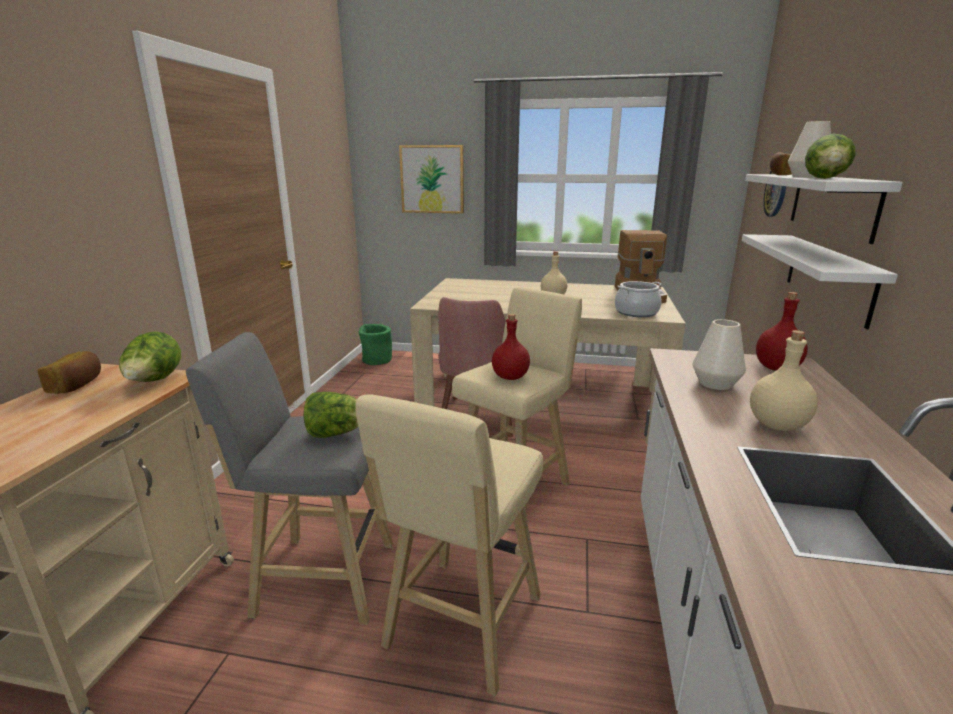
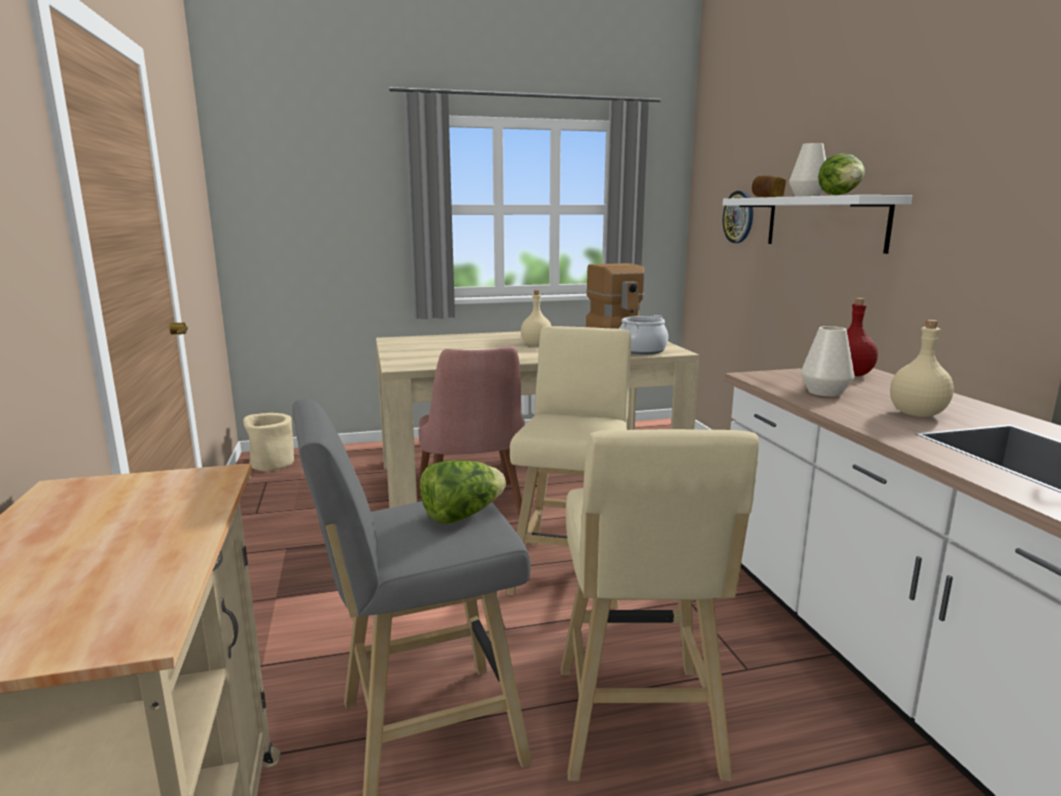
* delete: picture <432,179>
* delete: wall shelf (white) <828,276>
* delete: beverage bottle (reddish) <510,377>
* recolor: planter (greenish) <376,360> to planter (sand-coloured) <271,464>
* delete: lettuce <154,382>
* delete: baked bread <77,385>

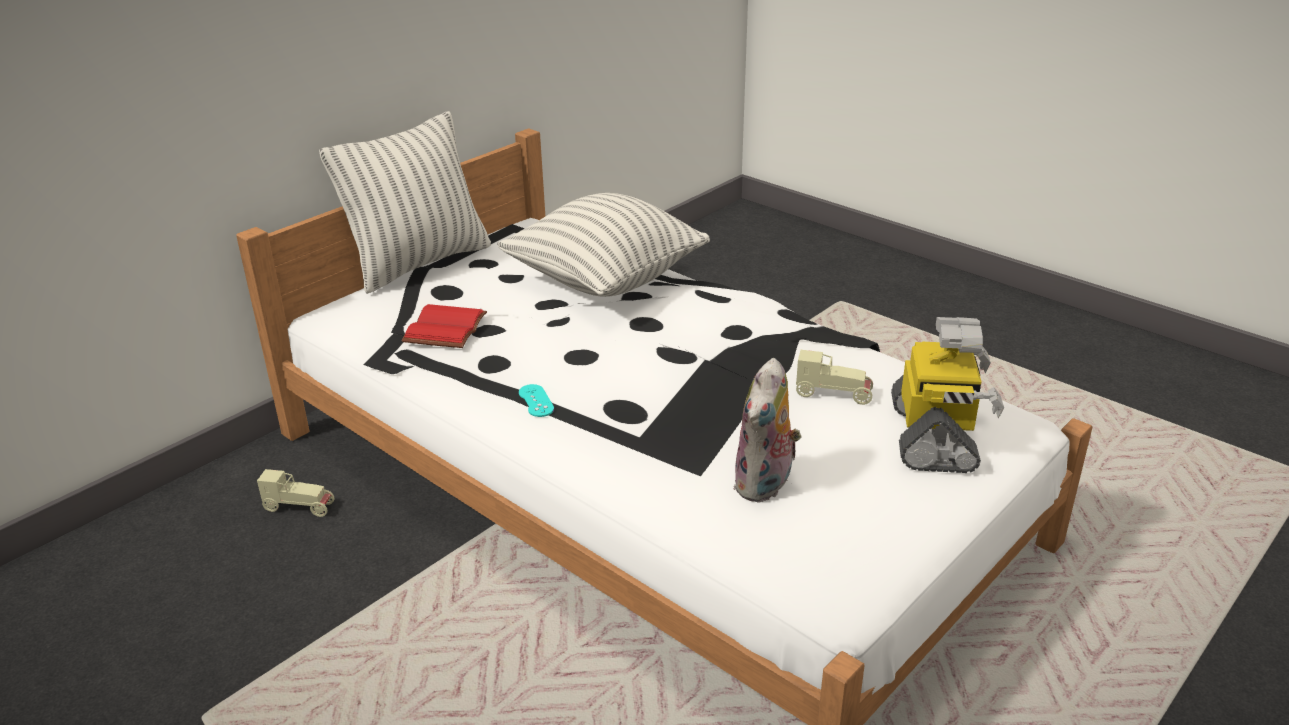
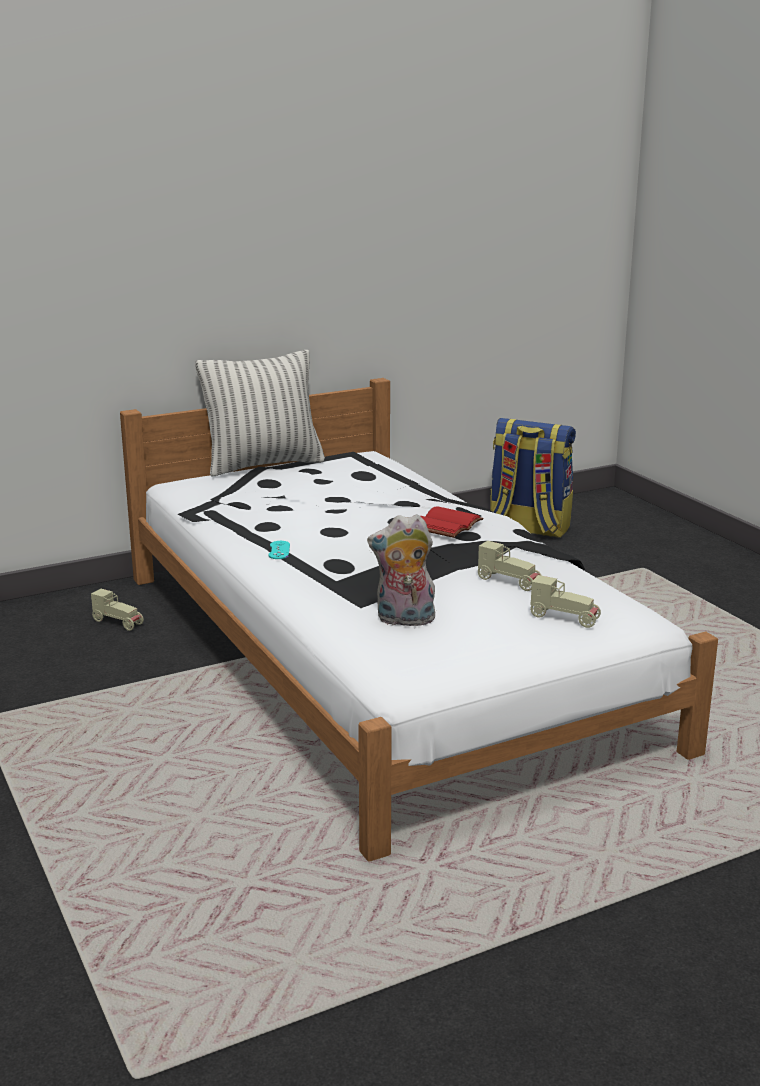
* delete: pillow <605,280>
* move: book (reddish) <447,330> to <447,526>
* replace: toy robot <935,438> to model car (sand-coloured) <565,618>
* rotate: cuddly toy <765,485> = <404,620> 45 degrees clockwise
* insert: rucksack <528,528>

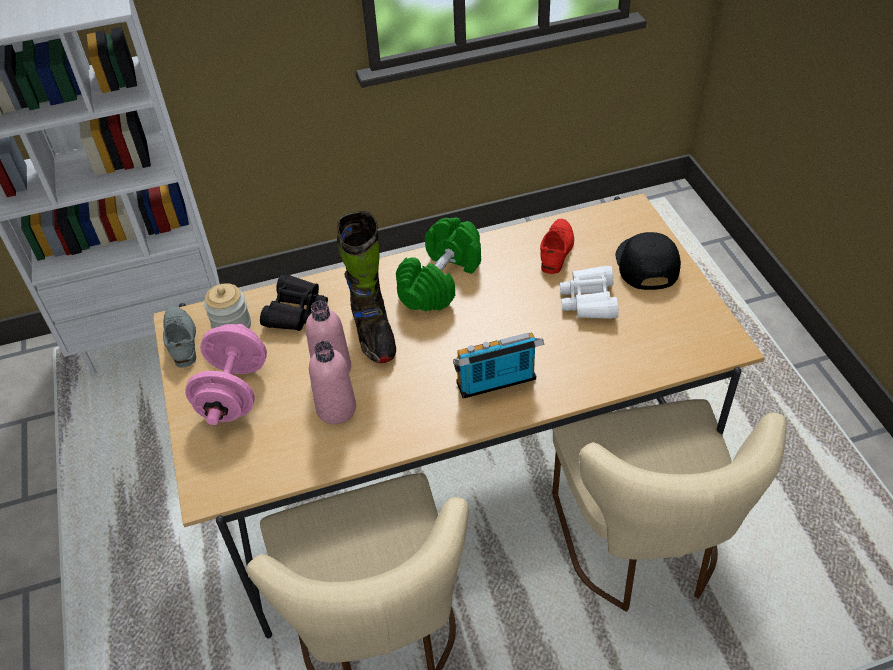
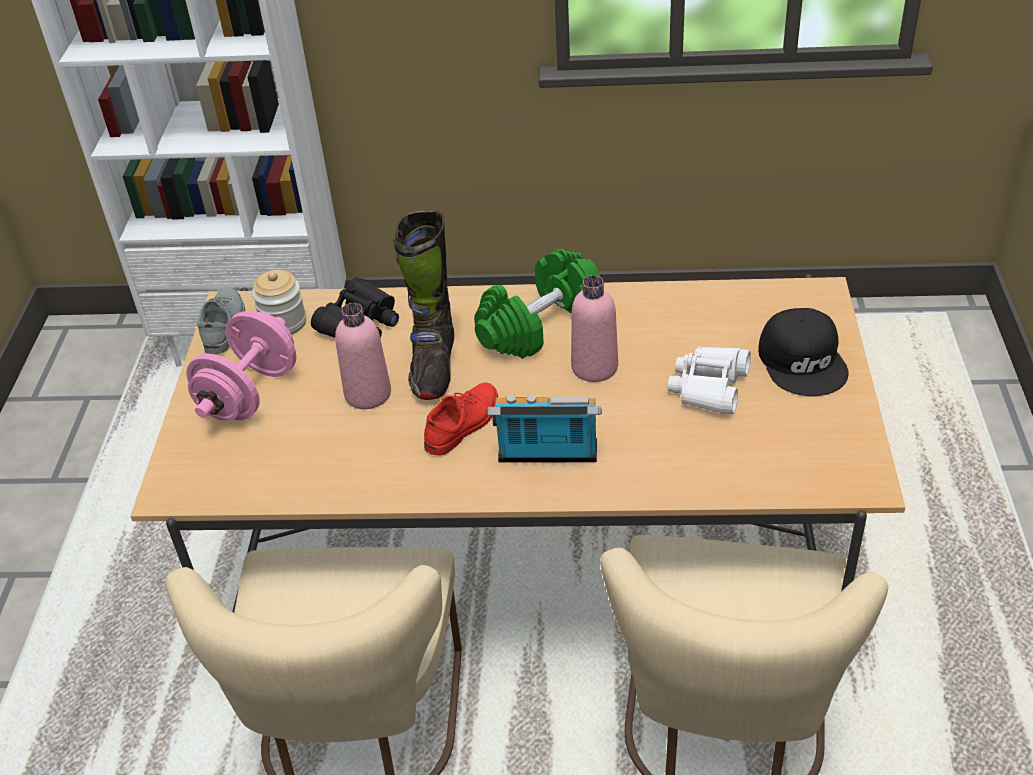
* move: low shoe (reddish) <556,250> to <463,424>
* rotate: baseball cap (blackish) <645,264> = <804,361> 150 degrees clockwise
* move: beverage bottle (pinkish) <336,409> to <594,367>

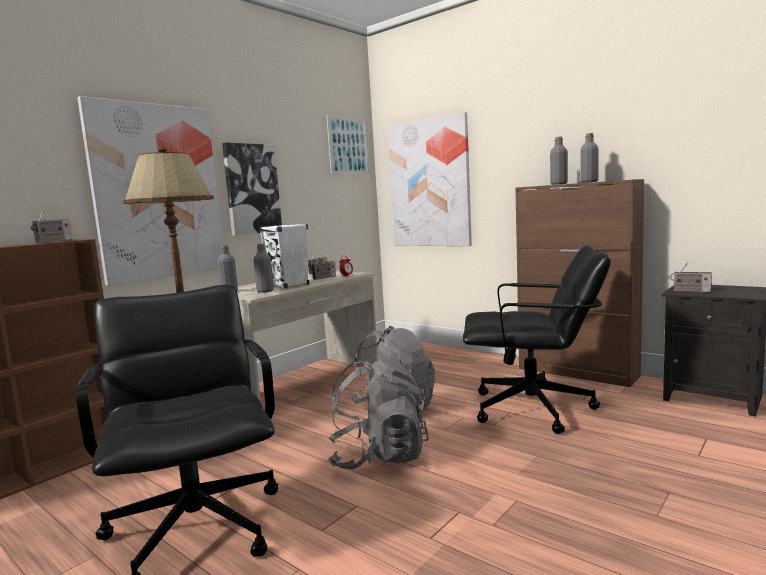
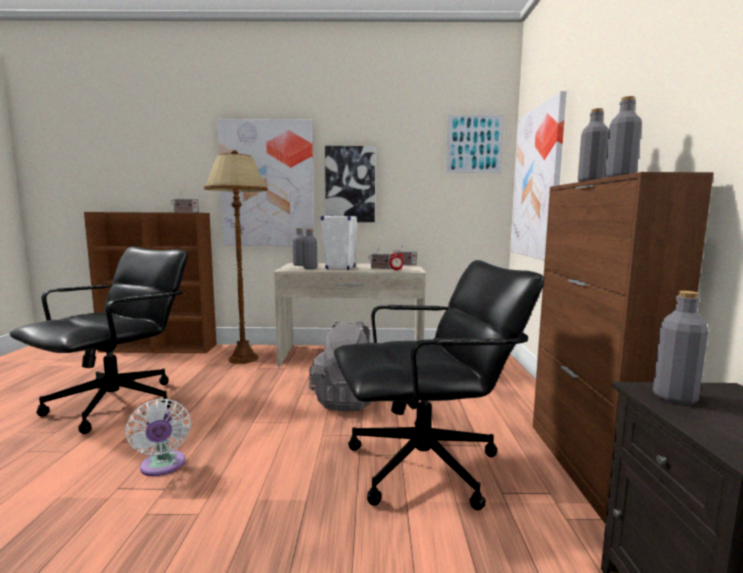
* rotate: office chair (blackish) <533,409> = <425,467> 75 degrees counterclockwise
* replace: radio set <690,291> to beverage bottle (greyish) <674,398>
* delete: rucksack (greyish) <378,456>
* insert: electric fan (white) <162,467>

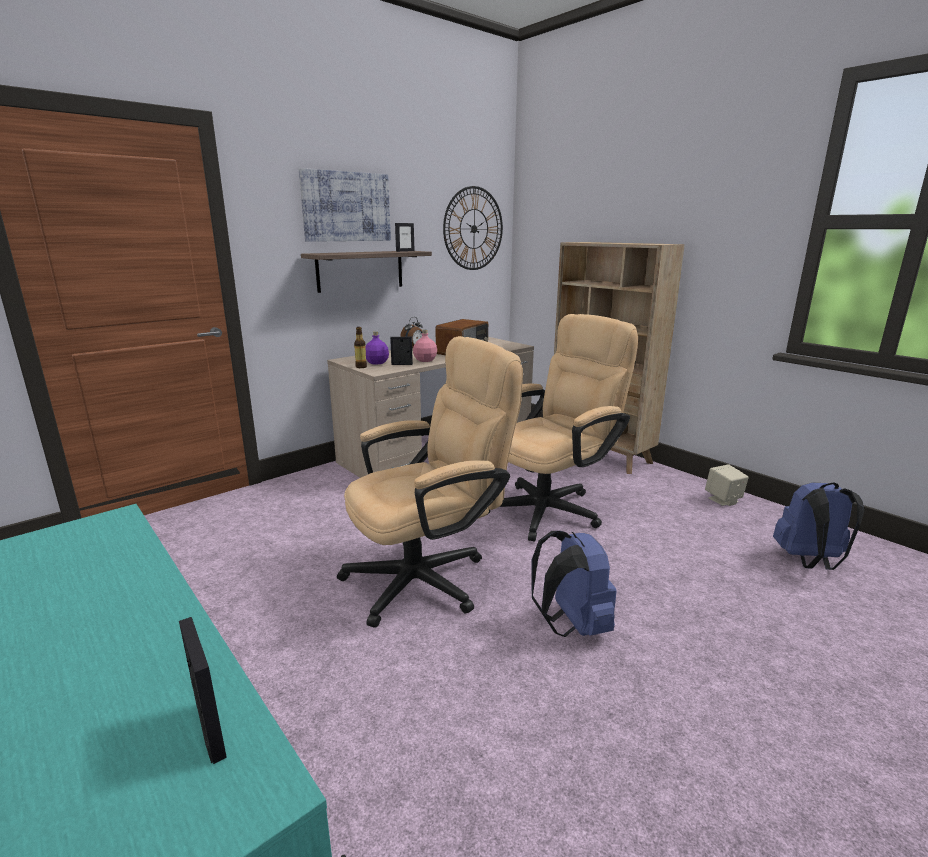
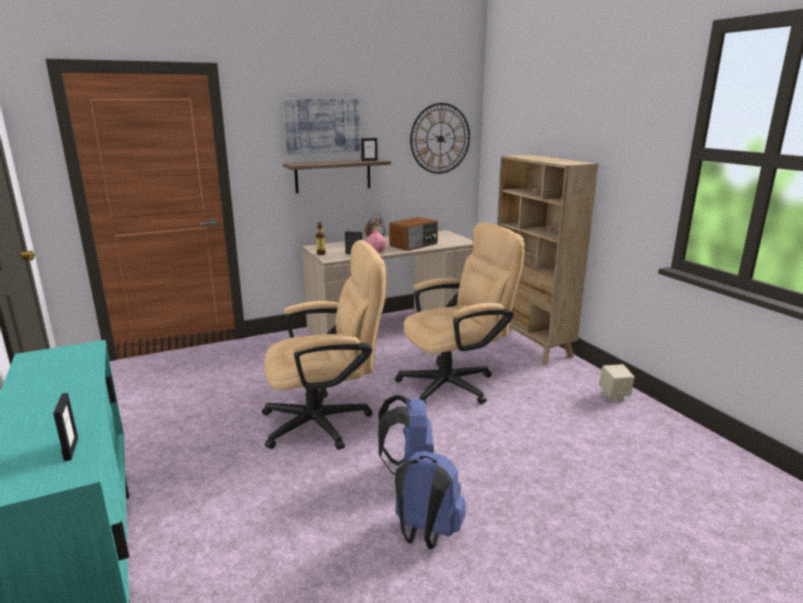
* delete: beverage bottle (purple-coloured) <377,362>
* move: rucksack (blue) <809,561> to <426,534>

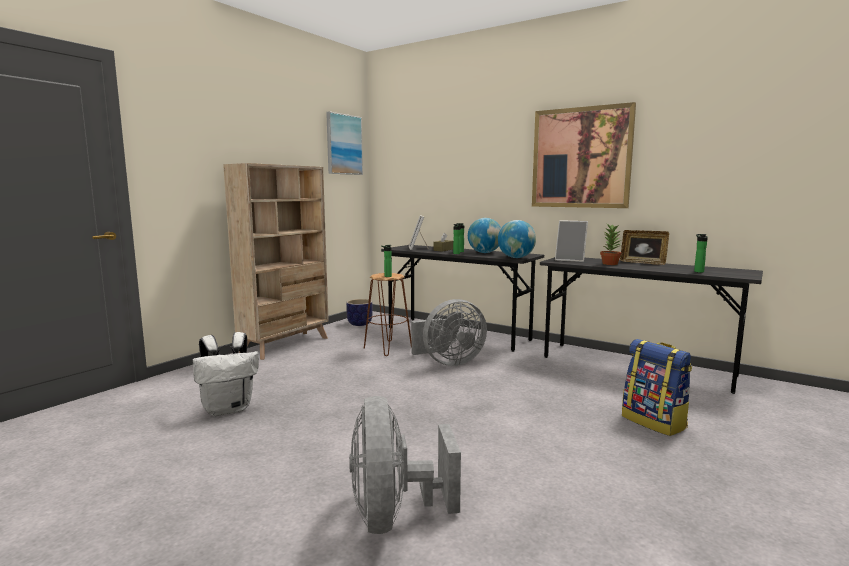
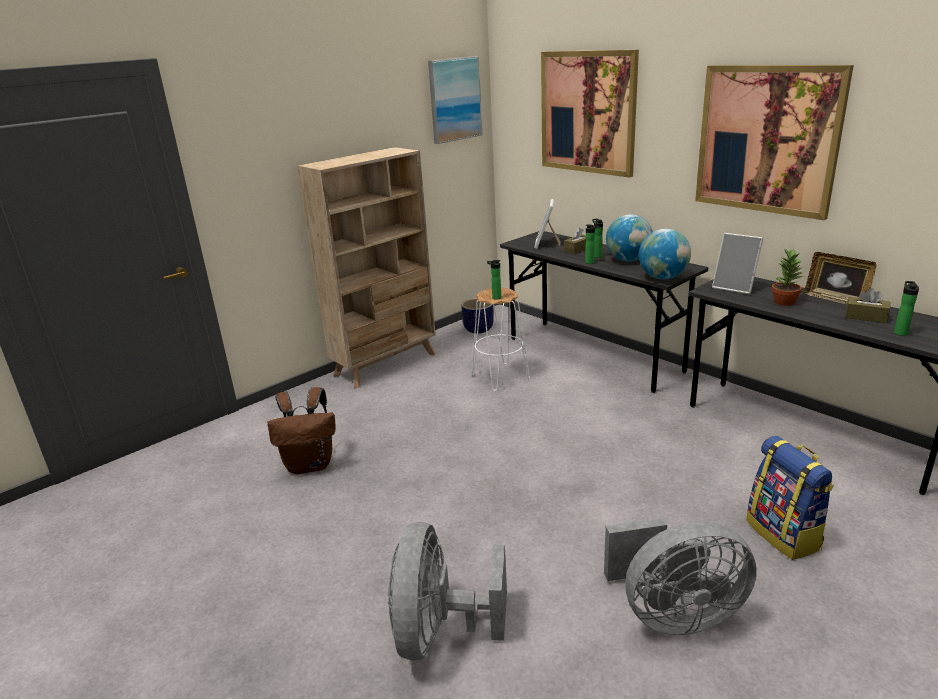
* recolor: stool (brownish) <387,348> to stool (white) <500,377>
* move: electric fan (greyish) <448,362> to <673,614>
* recolor: rucksack (white) <229,409> to rucksack (brownish) <311,464>
* insert: picture <587,112>
* insert: tissue holder (brownish) <866,317>

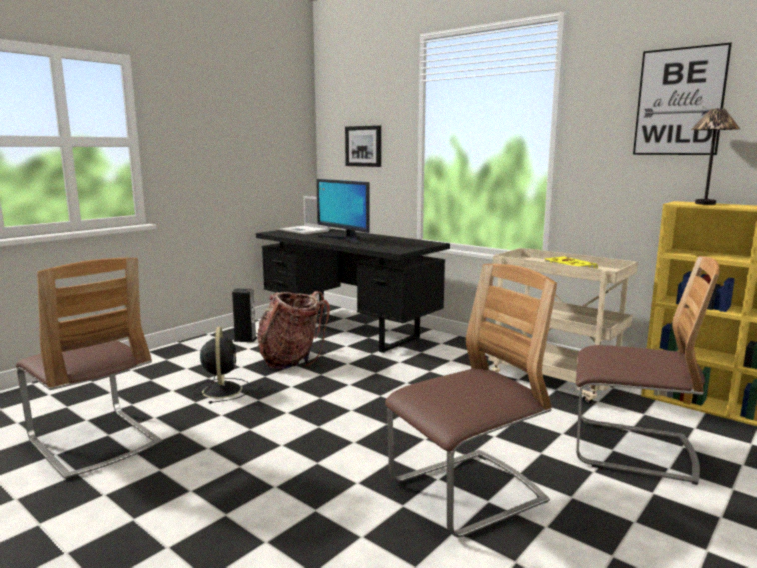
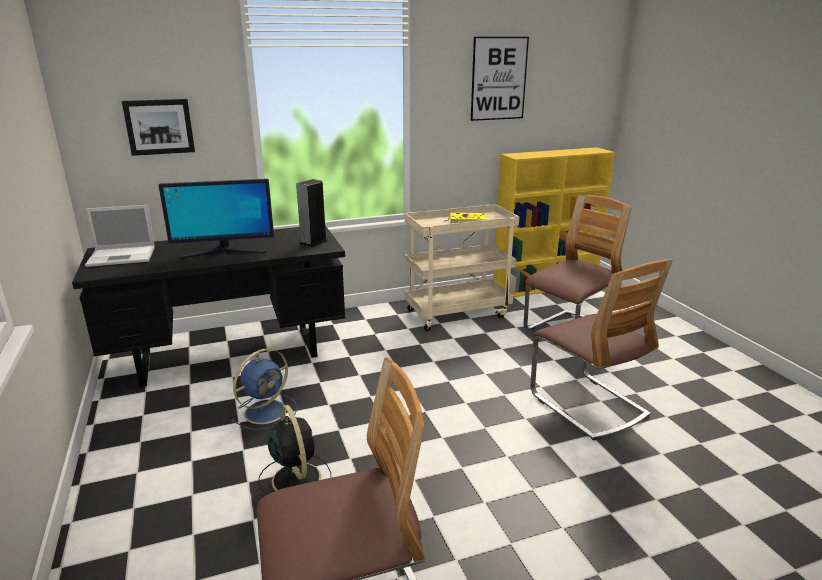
* delete: table lamp <705,204>
* rotate: plain chair <466,493> = <588,405> 150 degrees clockwise
* move: loudspeaker <245,339> to <313,242>
* replace: rucksack <291,359> to electric fan (blue) <267,411>
* rotate: electric fan (blackish) <222,389> = <295,477> 45 degrees clockwise

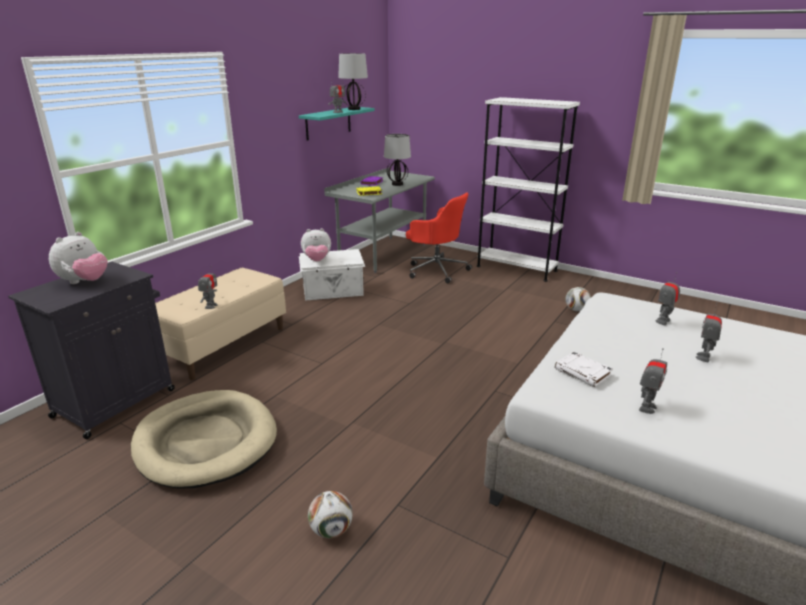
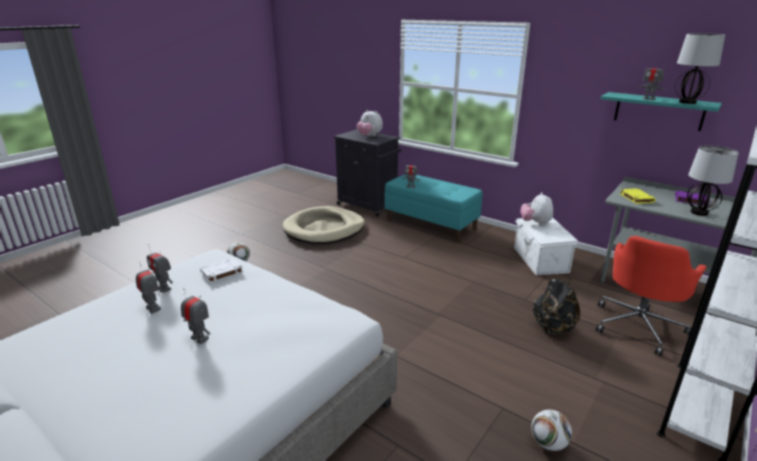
* recolor: indoor bench (sand-coloured) <223,345> to indoor bench (blue-green) <431,224>
* move: toy robot <663,321> to <152,309>
* insert: rucksack (blackish) <553,328>

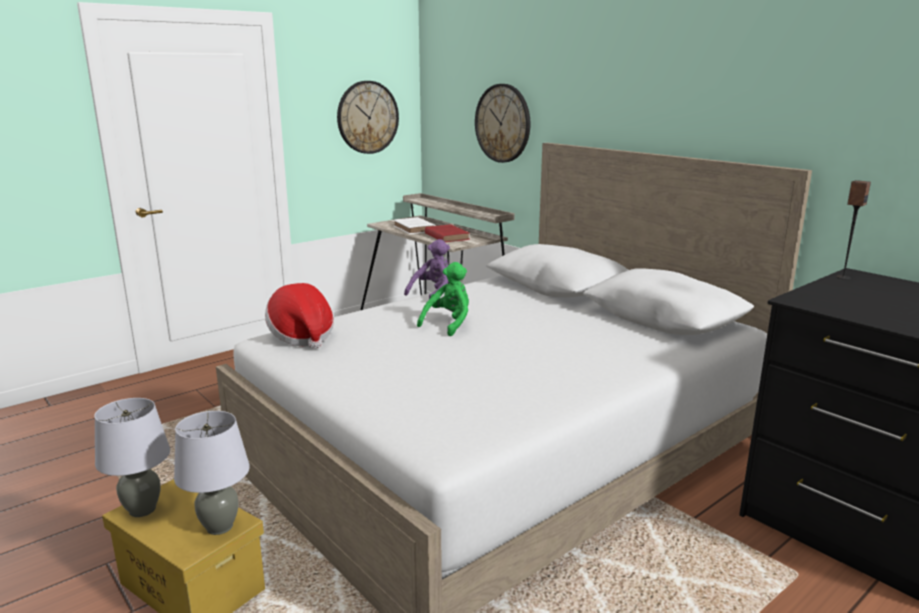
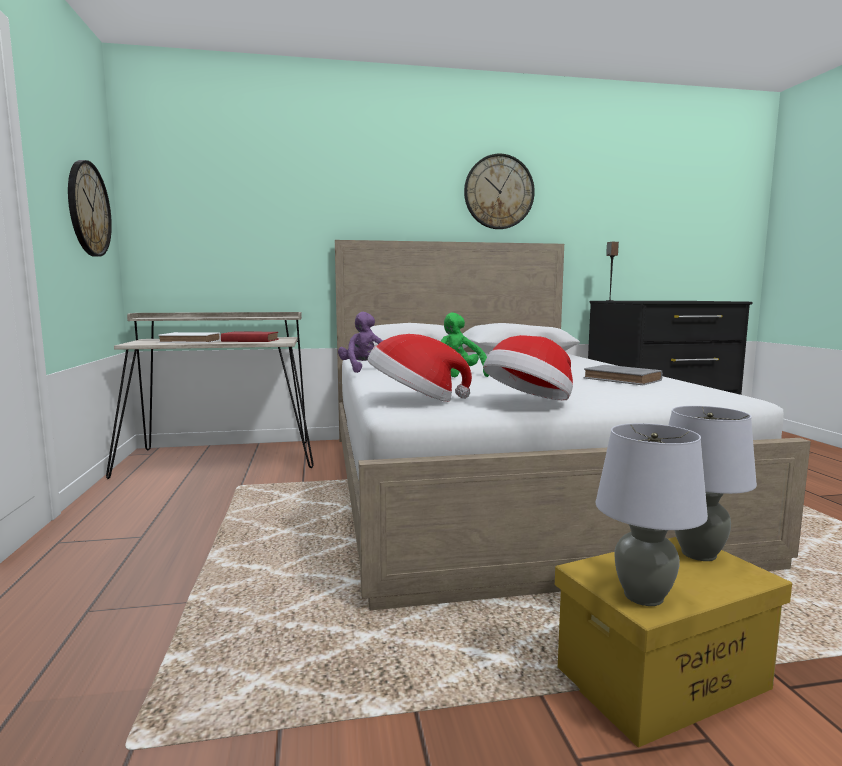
* move: clock on the wall <503,123> to <499,192>
* insert: clothing hat <529,403>
* insert: book (greyish) <624,380>

